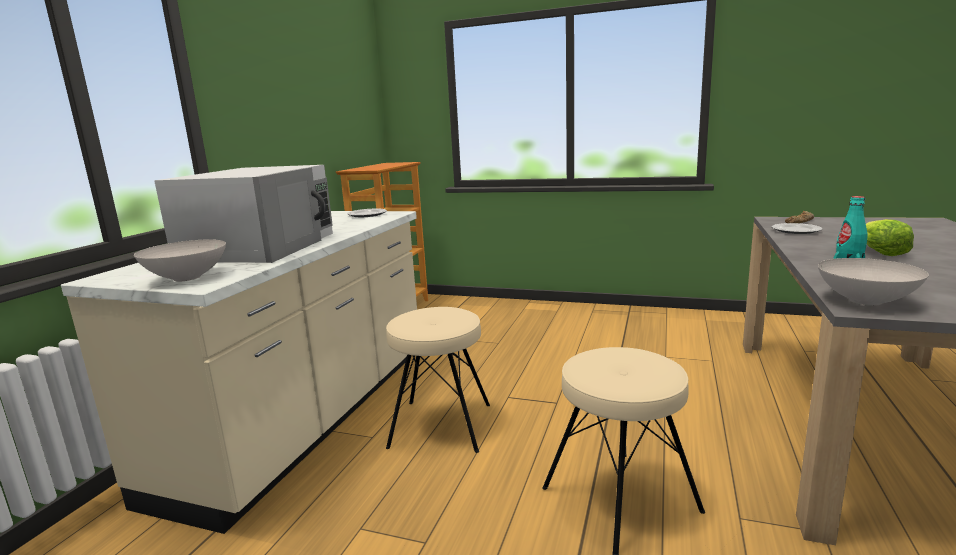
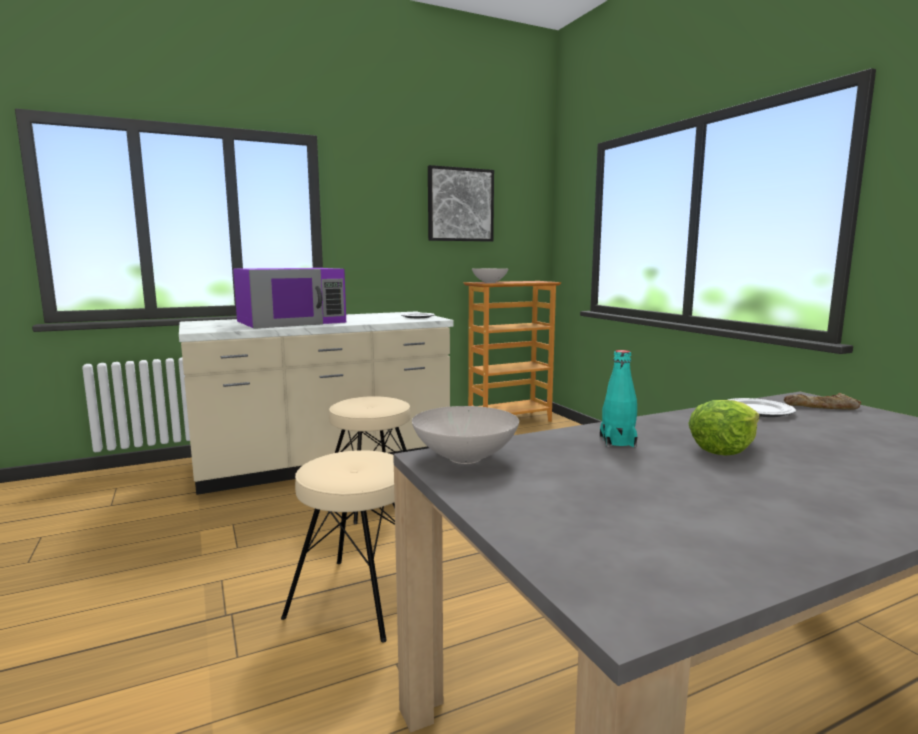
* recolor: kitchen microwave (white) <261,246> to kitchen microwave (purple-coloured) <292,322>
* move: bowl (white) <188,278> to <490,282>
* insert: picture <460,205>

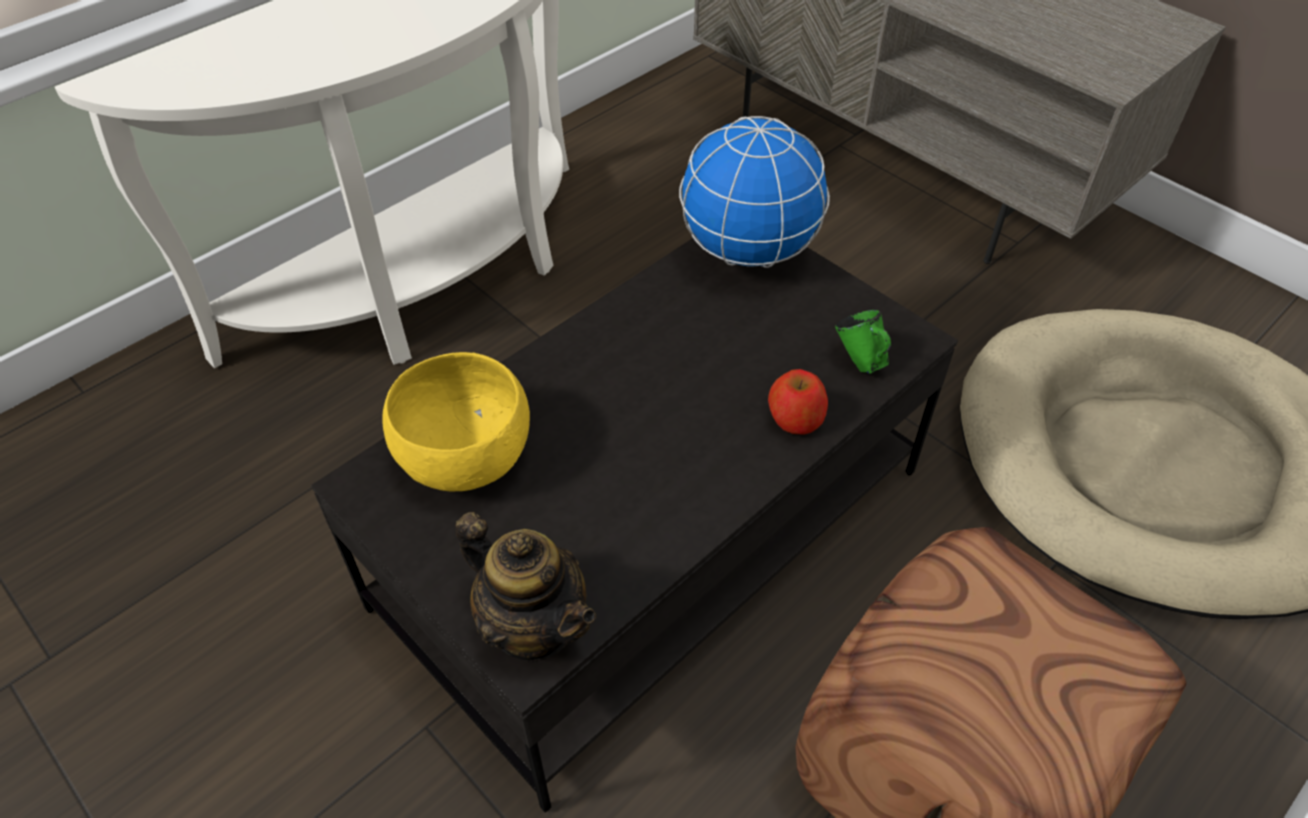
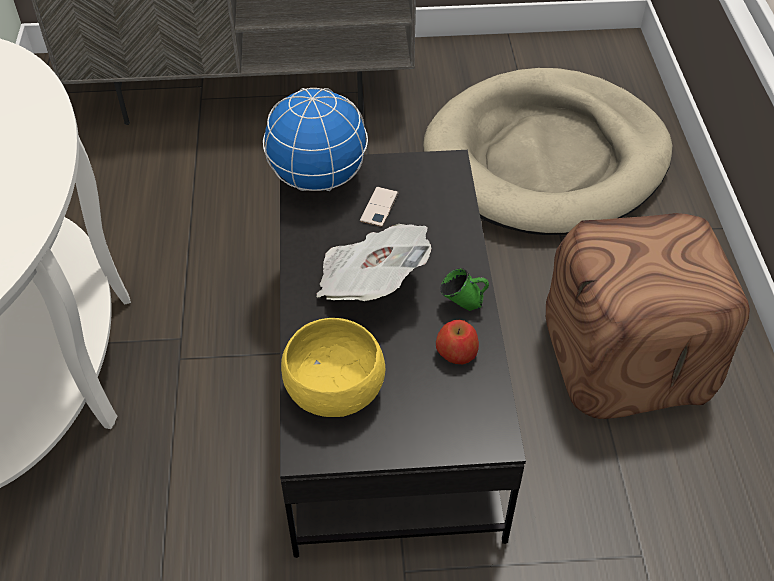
* move: mug (greenish) <860,362> to <462,305>
* move: apple <795,418> to <456,352>
* delete: pot for tea <534,624>
* insert: handset <379,207>
* insert: daily paper <370,282>

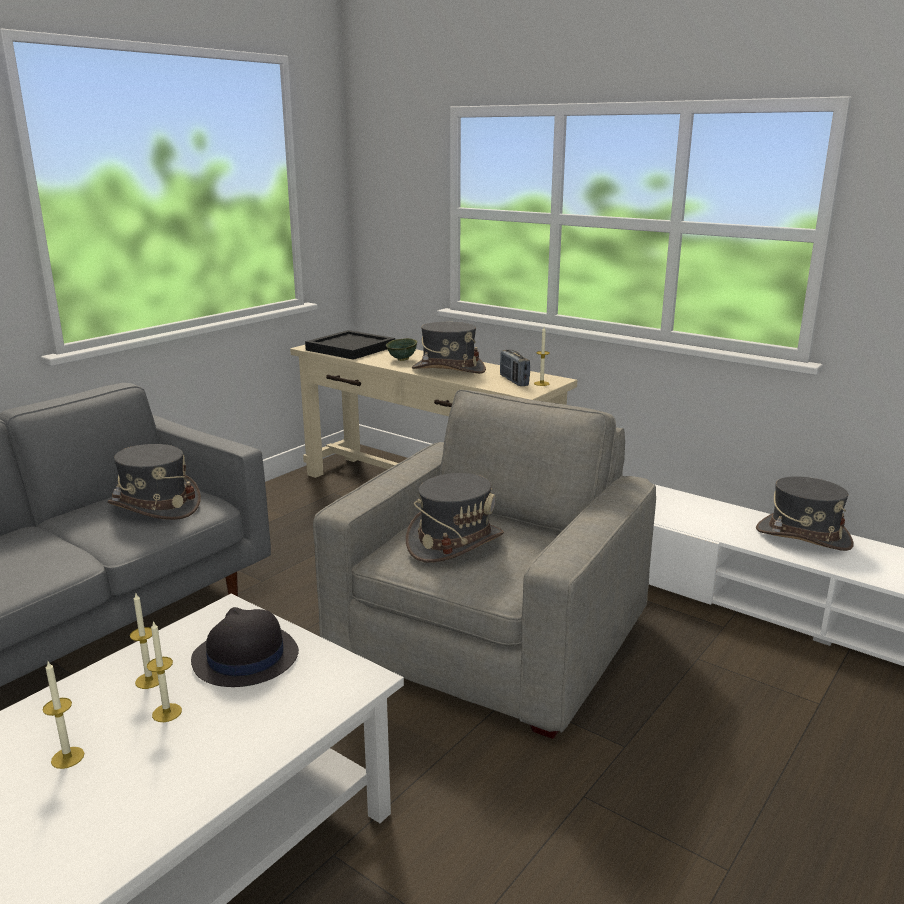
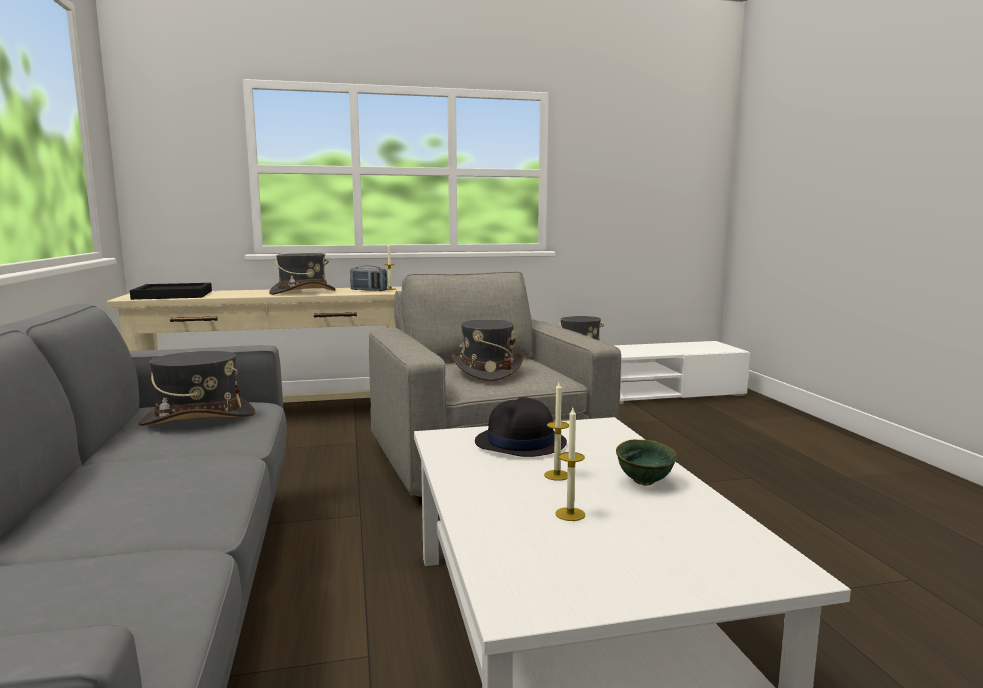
* move: bowl (greenish) <402,359> to <645,482>
* delete: wax candle <149,680>

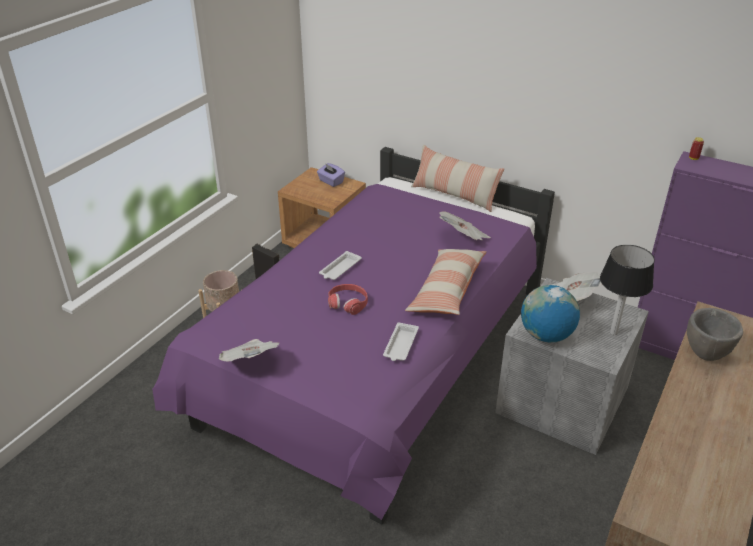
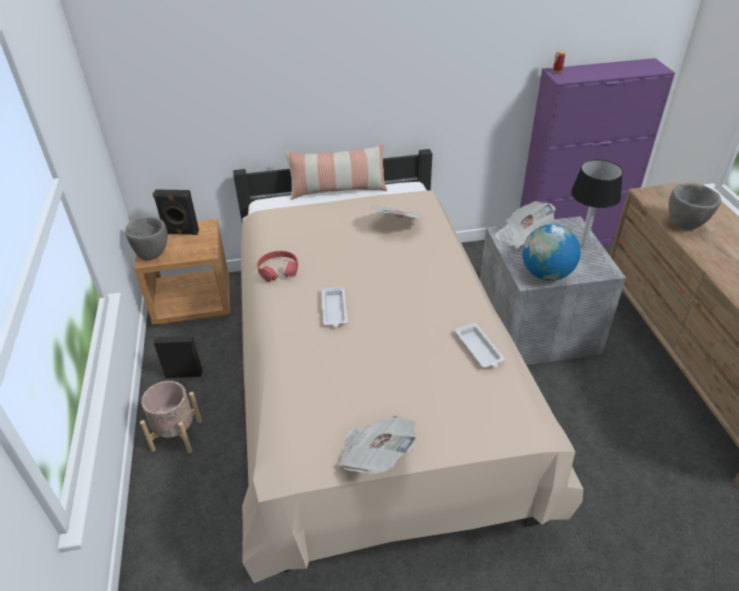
* recolor: bed (purple-coloured) <375,362> to bed (sand-coloured) <370,386>
* replace: tissue holder (purple-coloured) <331,182> to loudspeaker (blackish) <181,233>
* delete: pillow <447,290>
* move: headphones (reddish) <348,303> to <278,270>
* insert: bowl (greyish) <152,253>

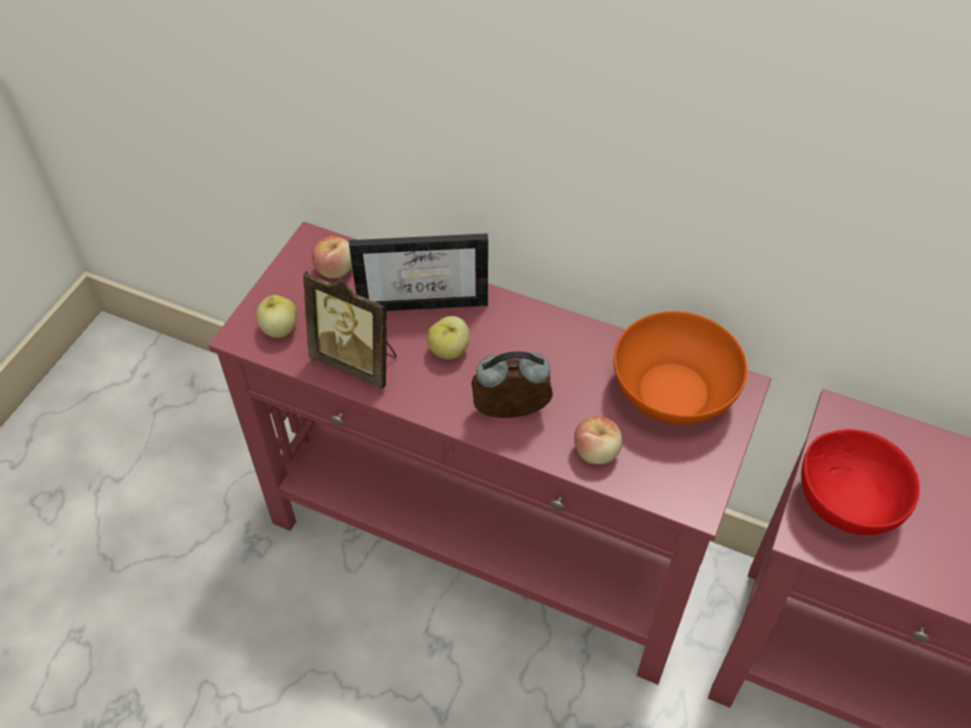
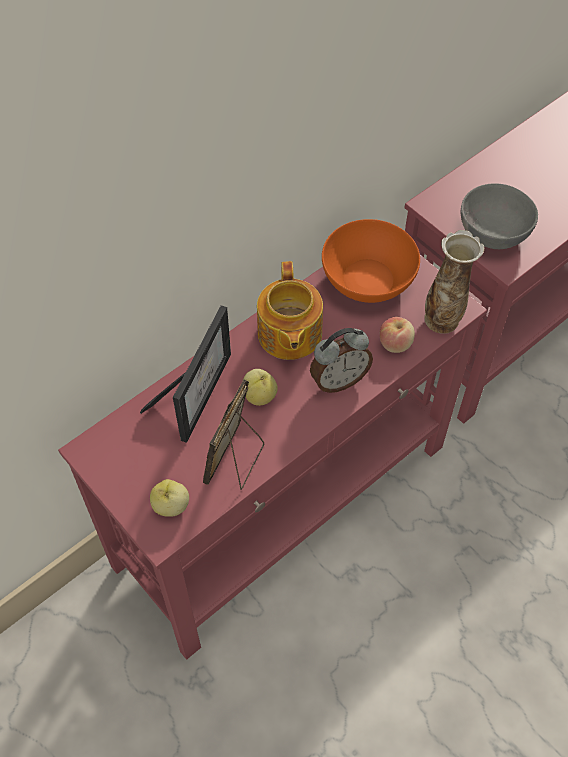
* delete: apple <335,269>
* rotate: picture frame <357,361> = <236,461> 150 degrees clockwise
* rotate: table clock <511,414> = <338,380> 135 degrees counterclockwise
* recolor: bowl (reddish) <845,499> to bowl (greyish) <490,233>
* insert: flower vase <442,320>
* insert: pot for tea <288,335>

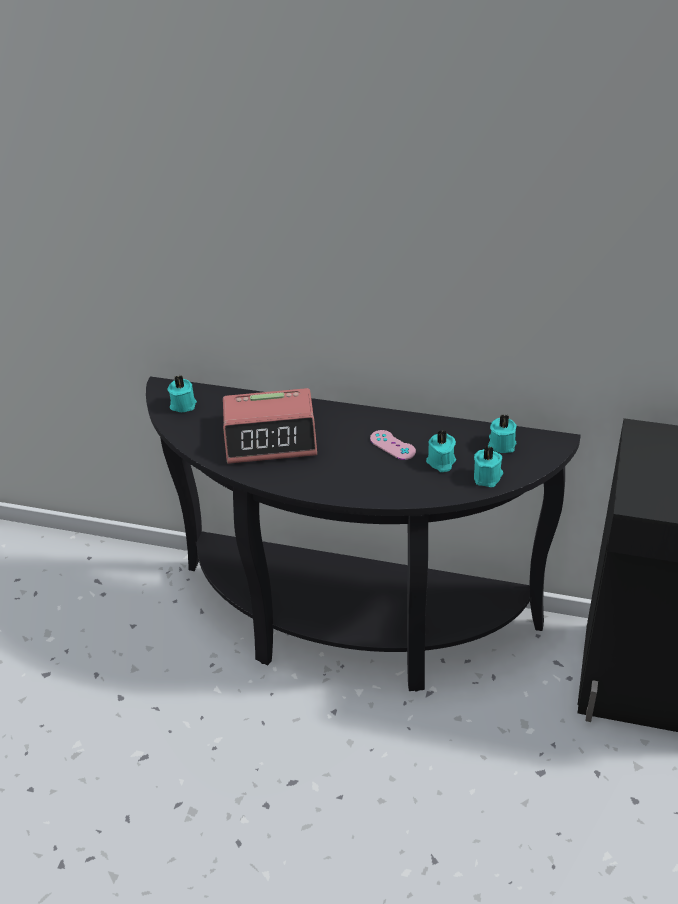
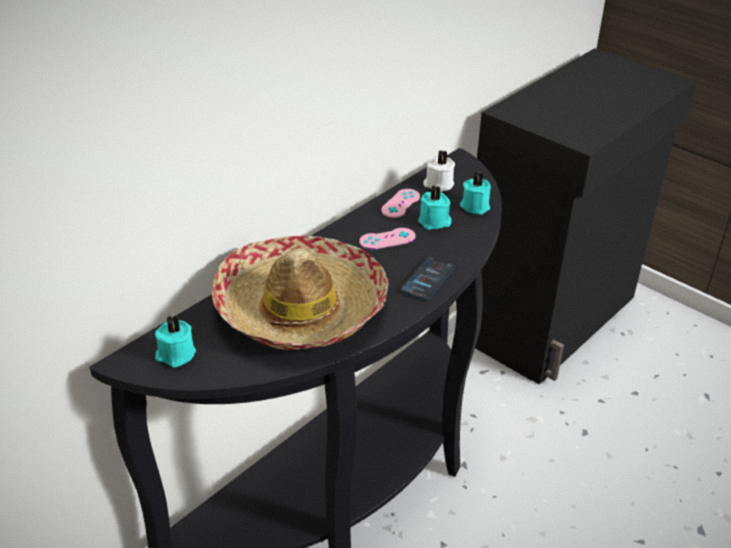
* replace: table clock <271,436> to clothing hat <301,308>
* recolor: wax candle (blue-green) <501,444> to wax candle (white) <438,184>
* insert: gamepad (pinkish) <400,203>
* insert: handset <427,279>

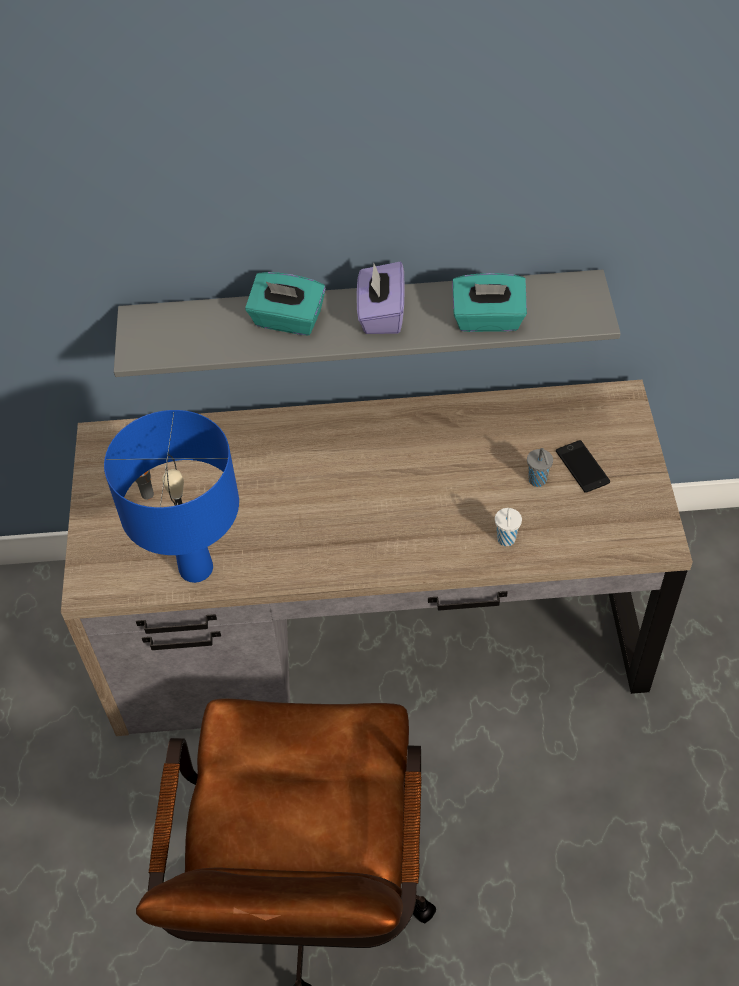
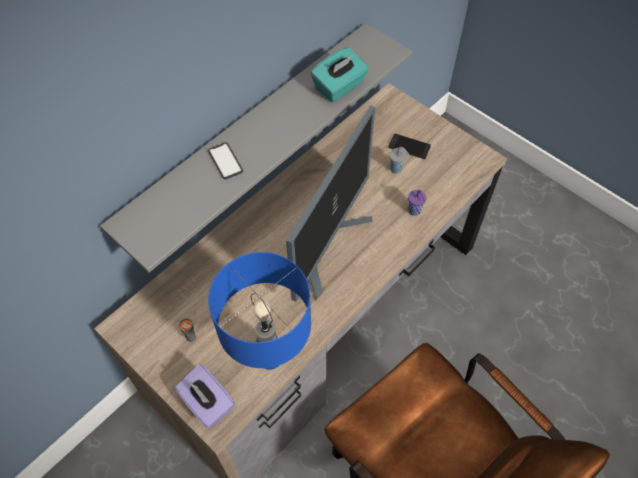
* move: tissue holder (purple-coloured) <381,314> to <207,403>
* replace: tissue holder (blue-green) <287,320> to handset <225,161>
* recolor: cup (white) <506,540> to cup (purple-coloured) <415,211>
* insert: monitor <326,245>

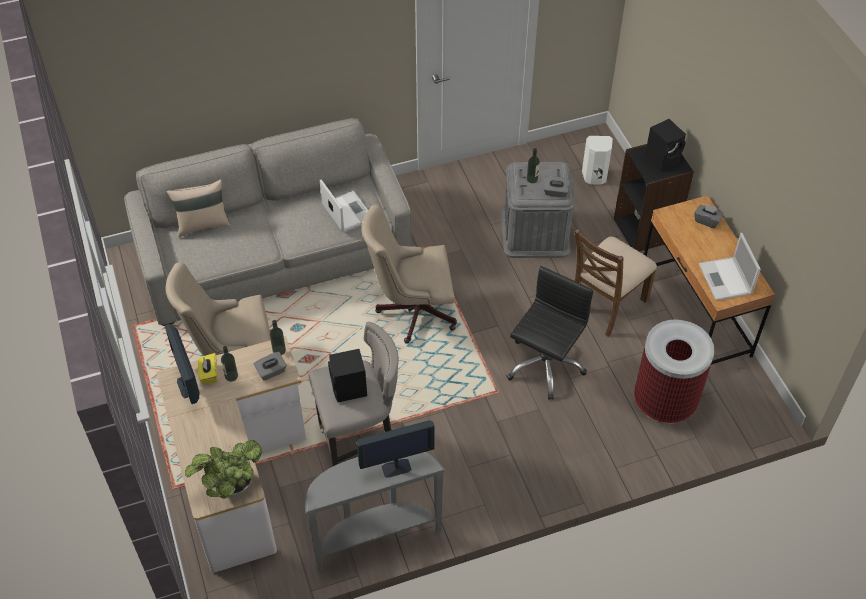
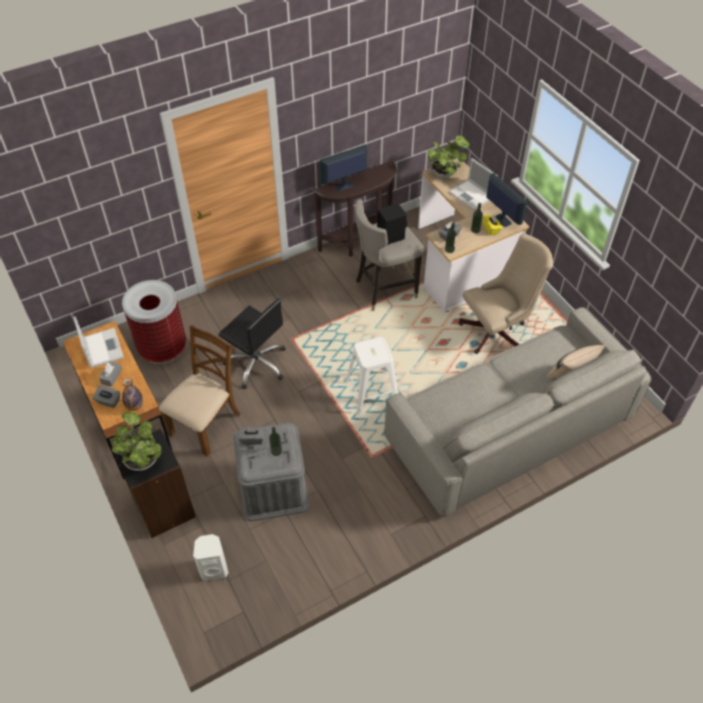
* replace: loudspeaker (blackish) <663,159> to houseplant <142,460>
* move: notebook computer <347,211> to <472,195>
* replace: office chair (sand-coloured) <412,310> to stool (white) <372,393>
* rotate: office chair (blackish) <544,365> = <257,363> 75 degrees counterclockwise
* recolor: hall table (greyish) <375,536> to hall table (brownish) <359,243>
* insert: tissue holder (greyish) <111,376>
* insert: beverage bottle <135,406>

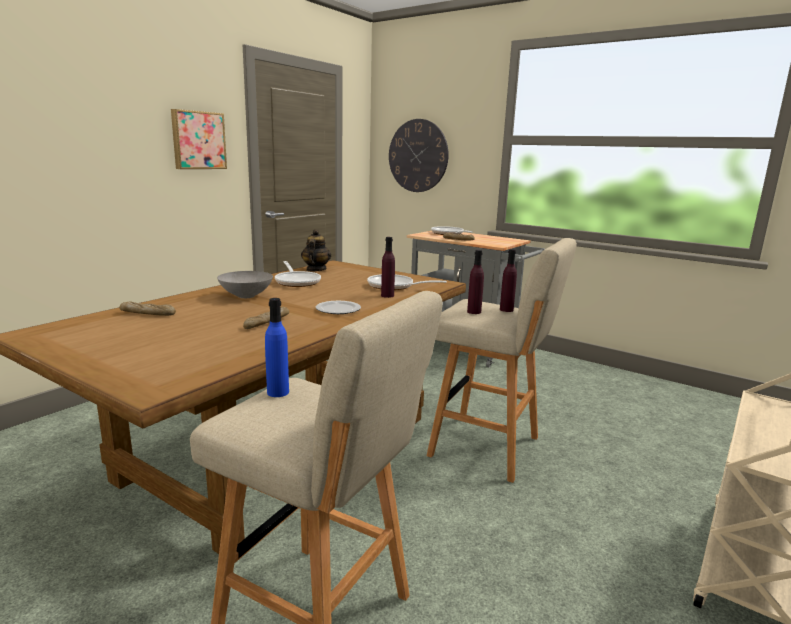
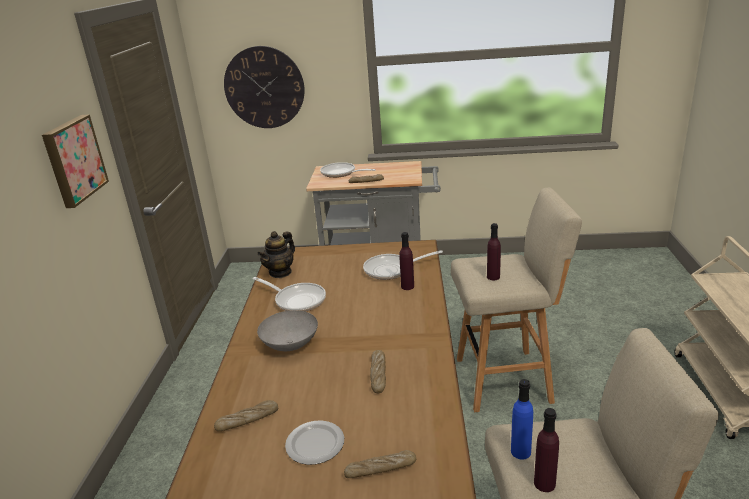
* rotate: pot for tea <315,269> = <280,272> 120 degrees counterclockwise
* move: beverage bottle (purple-coloured) <506,310> to <544,483>
* move: dinner plate <338,309> to <314,444>
* insert: baked bread <380,469>

